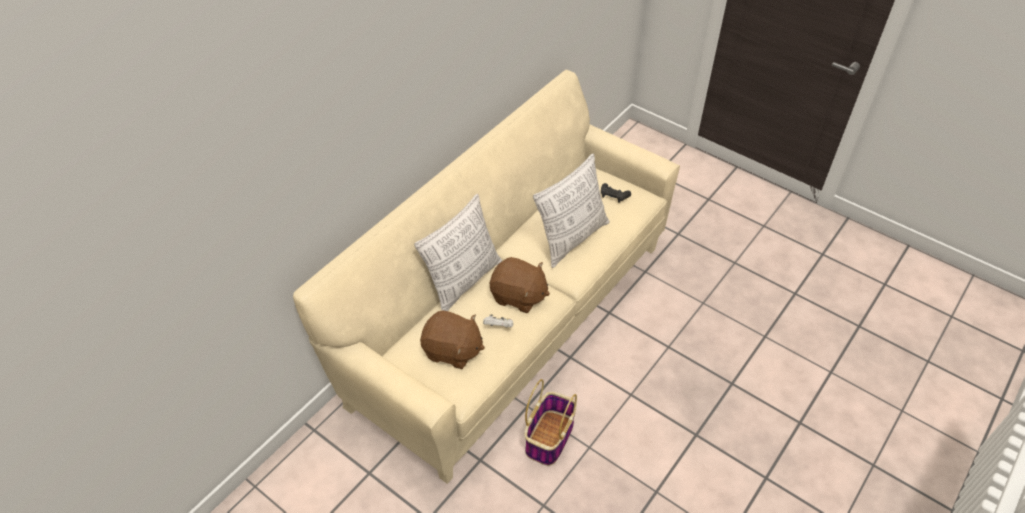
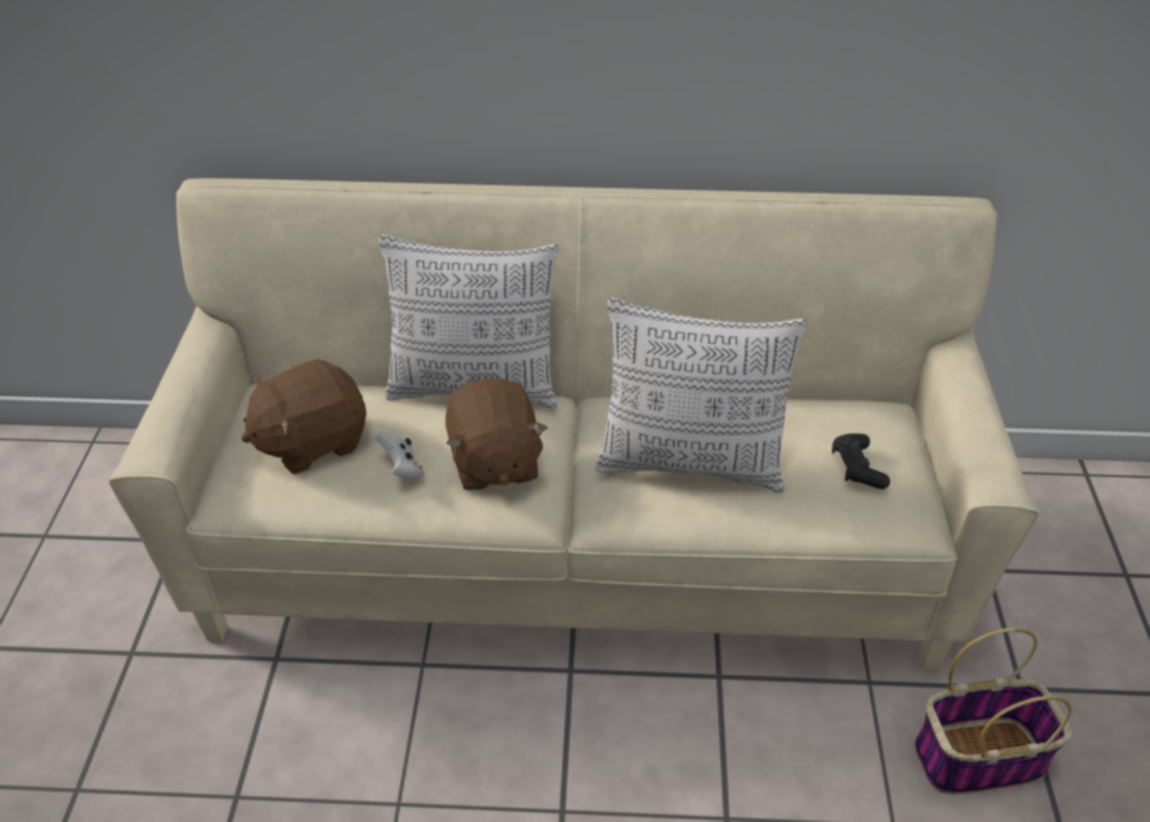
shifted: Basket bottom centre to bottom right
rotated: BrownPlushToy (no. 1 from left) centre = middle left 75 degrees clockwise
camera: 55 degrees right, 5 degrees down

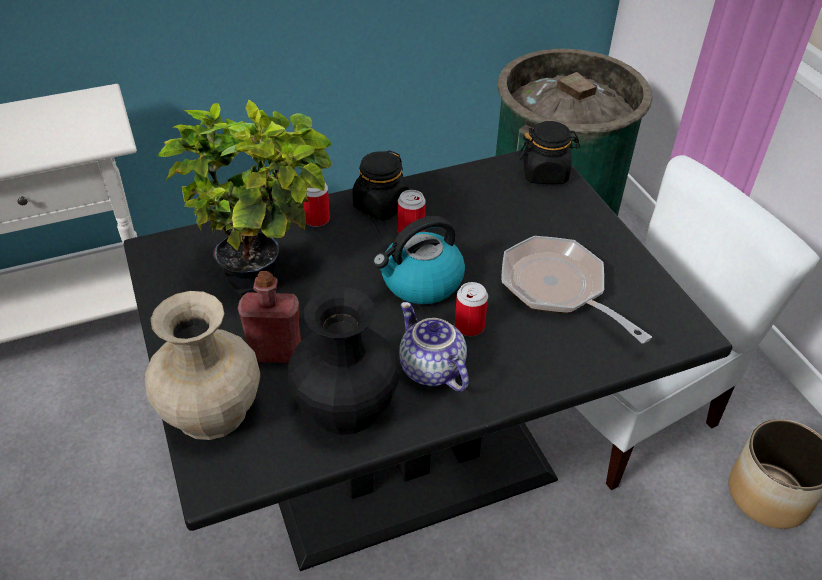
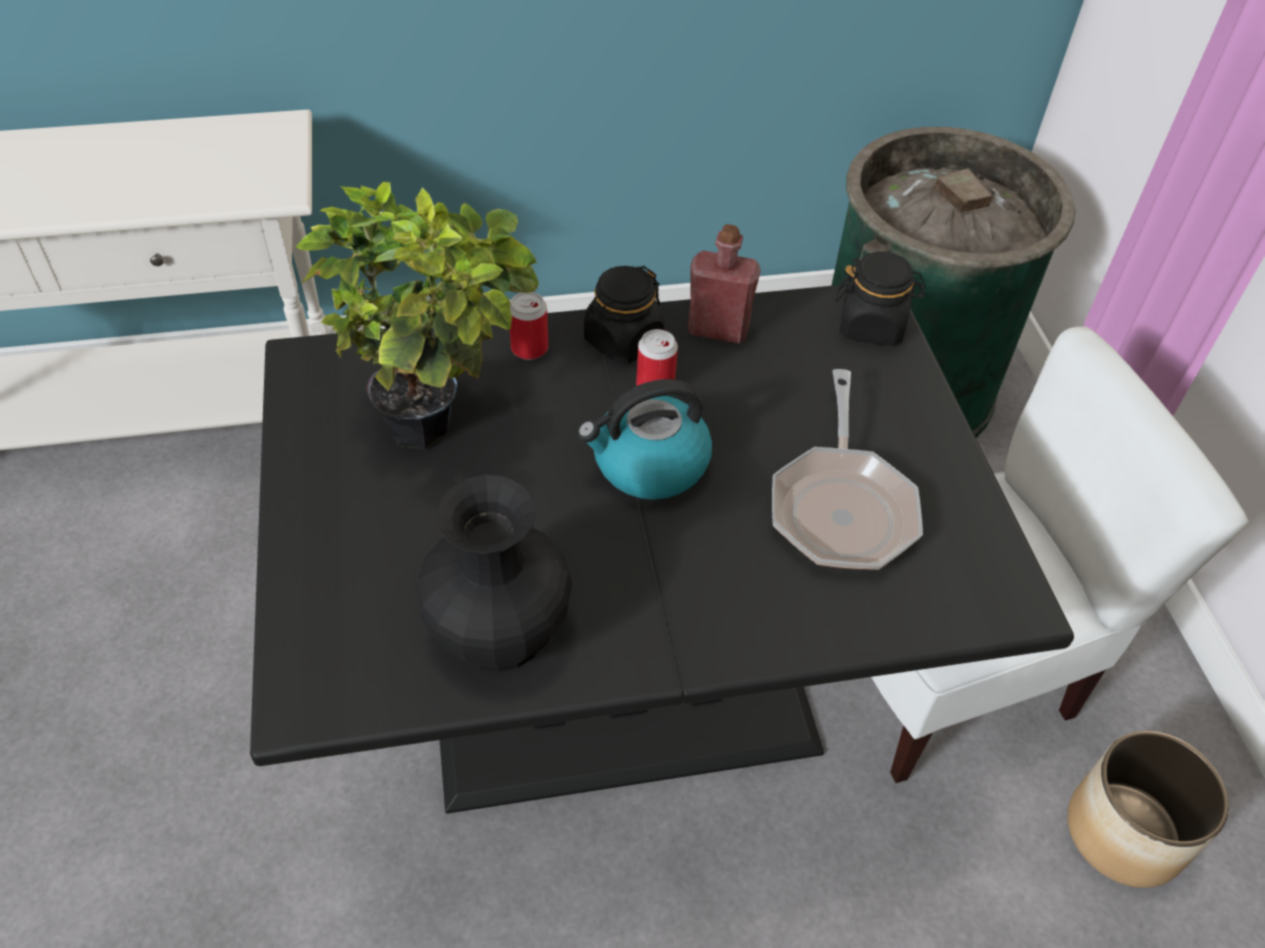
gone: BeigeVase middle left; Teapot centre; Can (no. 3 from left) centre
shifted: RedBottle middle left to top centre
rotated: FryingPan middle right = middle right 150 degrees counterclockwise
camera: 10 degrees right, 5 degrees up

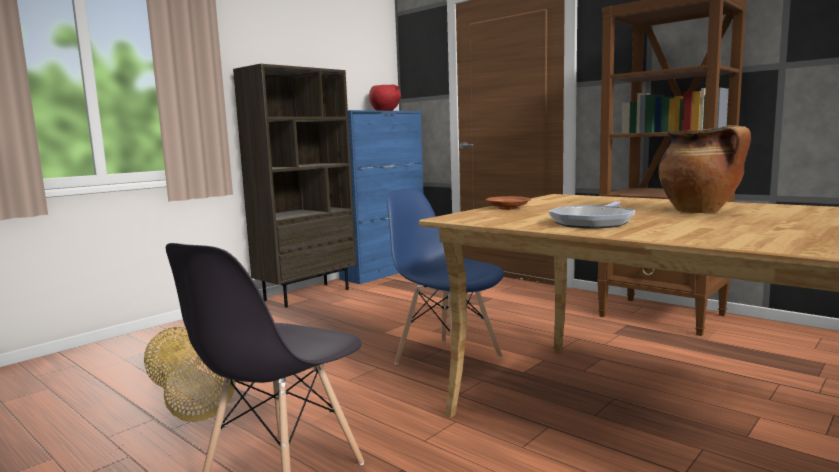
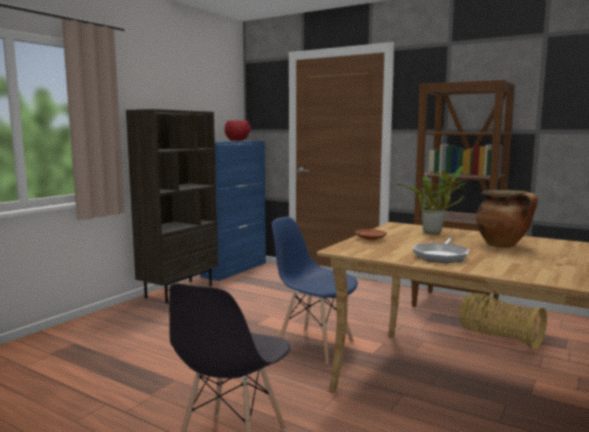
new: PottedPlant middle right
shifted: Basket bottom left to bottom right
camera: 10 degrees left, 0 degrees up

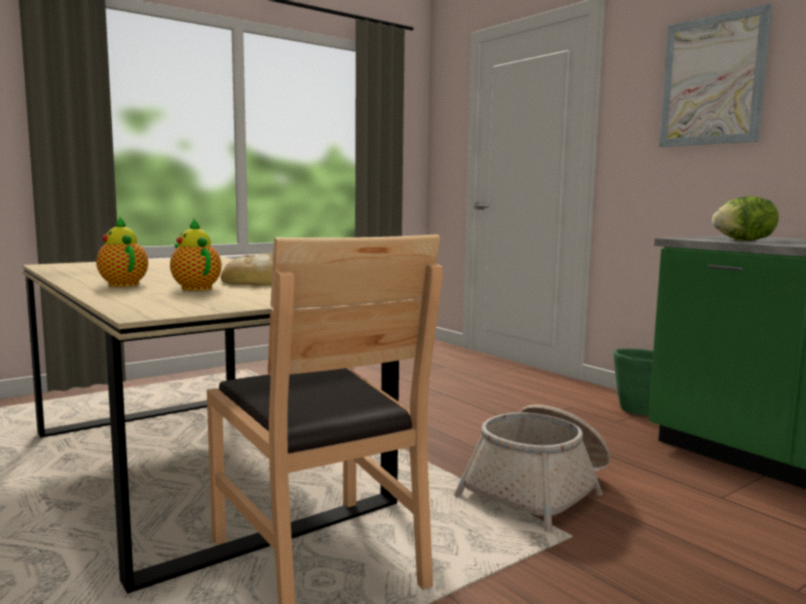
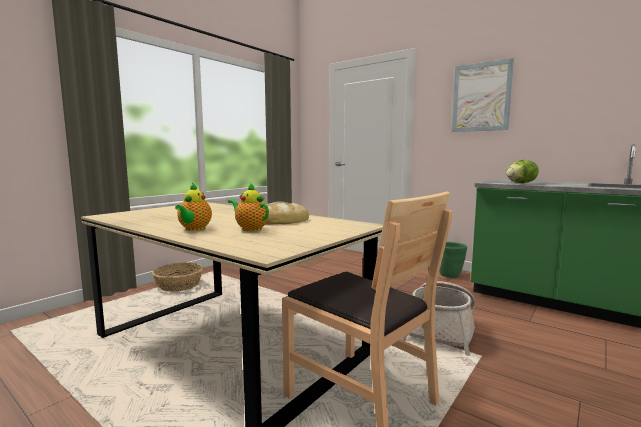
new: Basket (no. 1 from left) middle left
rotated: Teapot (no. 1 from left) middle left = middle left 120 degrees counterclockwise
camera: 15 degrees left, 0 degrees up

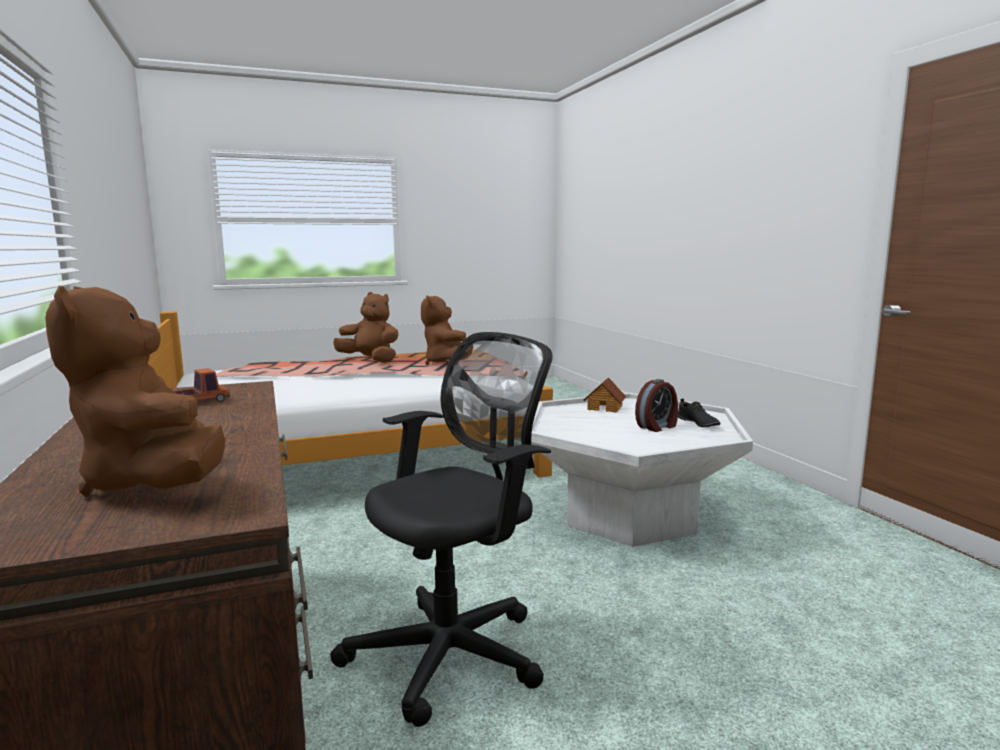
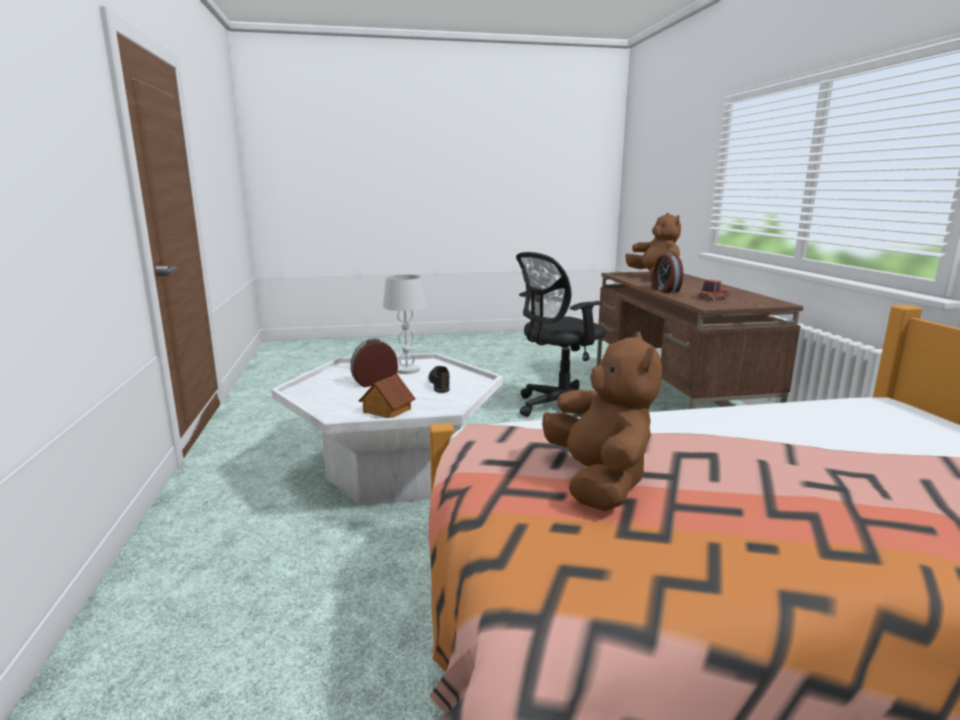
gone: BrownPlushToy (no. 2 from left) centre
new: WhiteTableLamp centre; AlarmClock (no. 2 from left) middle right
shifted: BlackShoe middle right to centre
camera: 170 degrees left, 5 degrees up

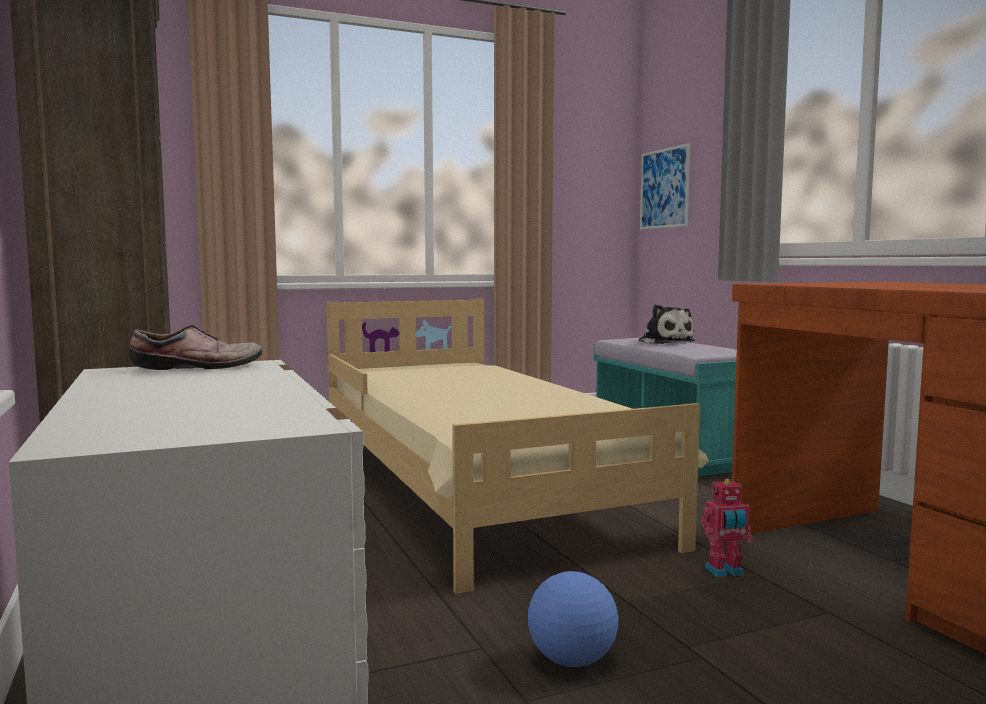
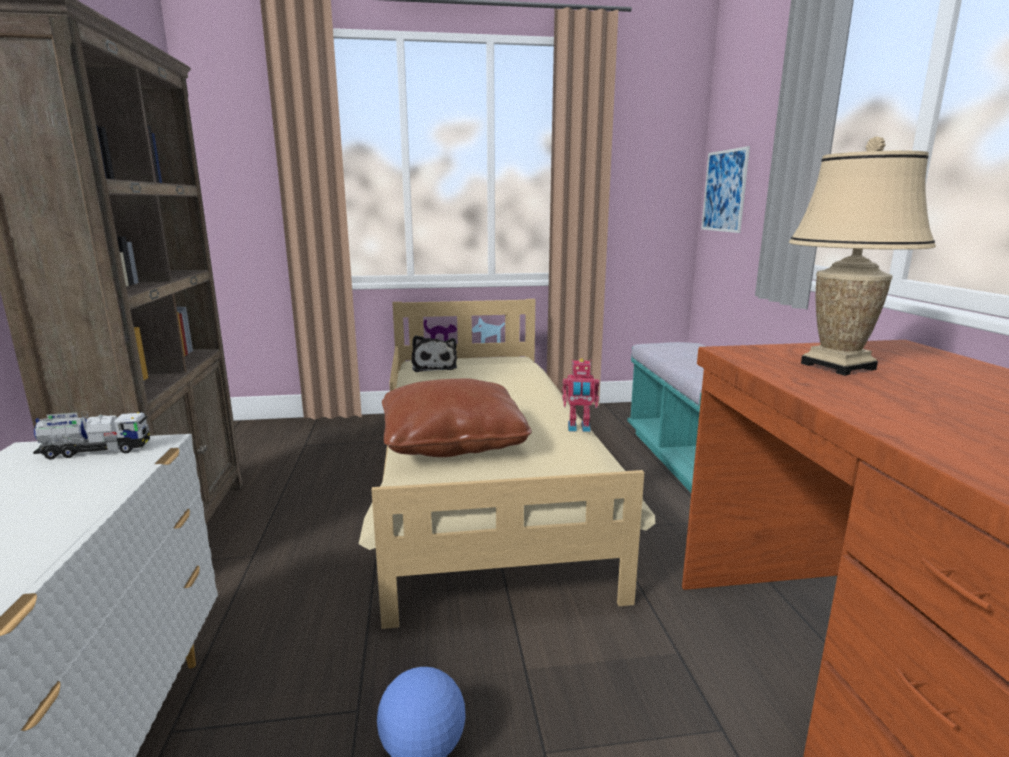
new: BrownPillow centre; BeigeTableLamp middle right
shifted: PlushToy middle right to centre; ToyRobot bottom right to centre
swapped: Shoe middle left to ToyTruck middle left
camera: 15 degrees right, 10 degrees up

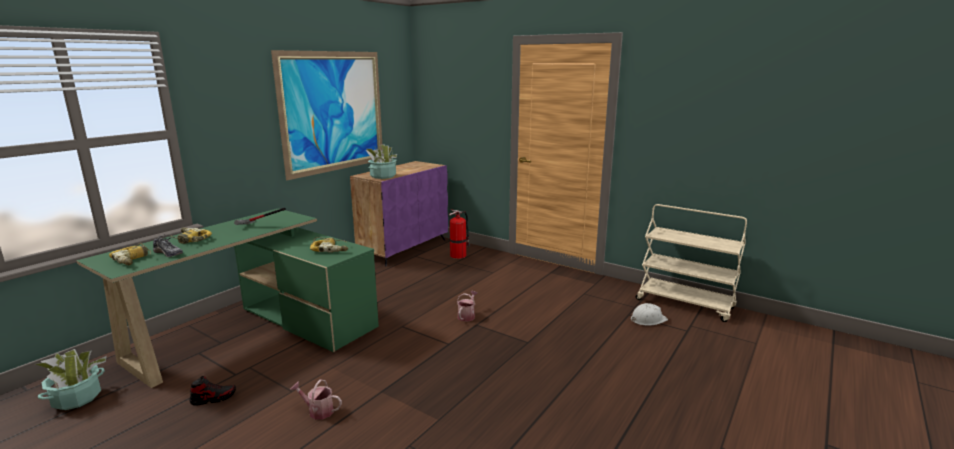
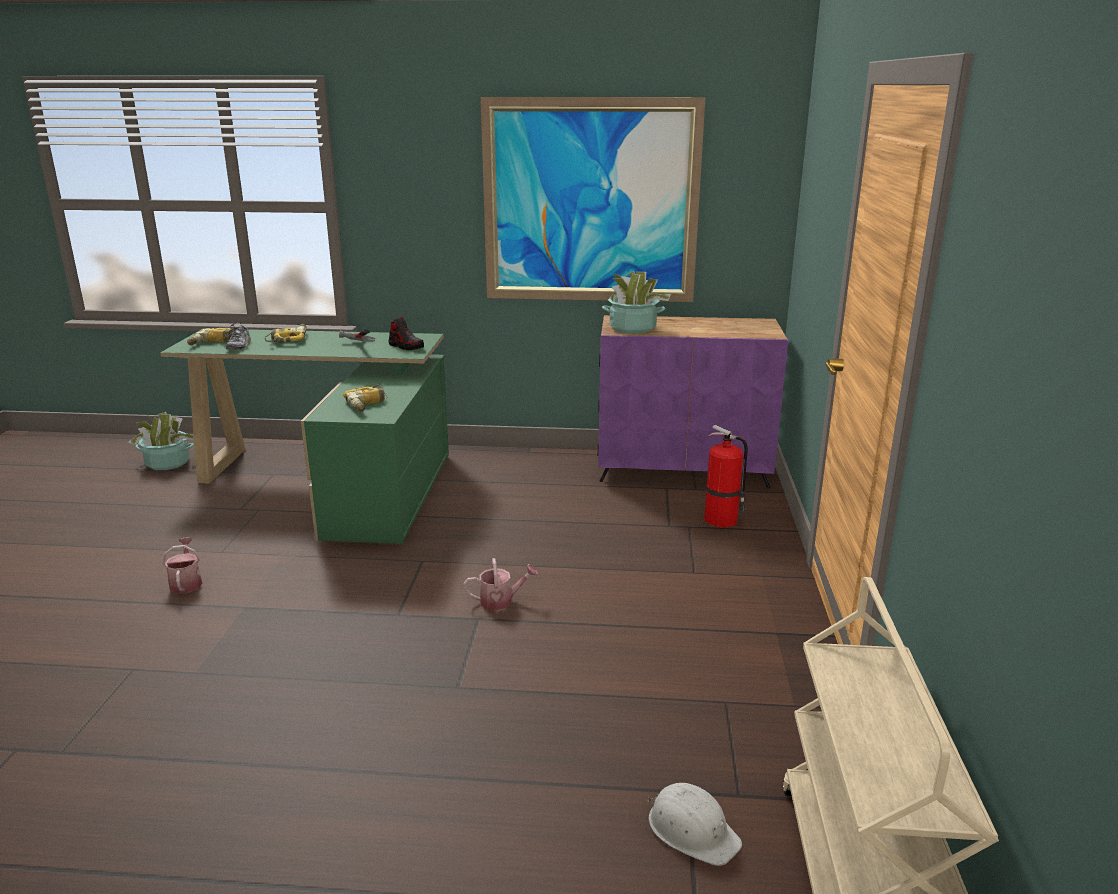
shifted: Shoe (no. 2 from left) bottom left to centre
camera: 60 degrees right, 5 degrees up

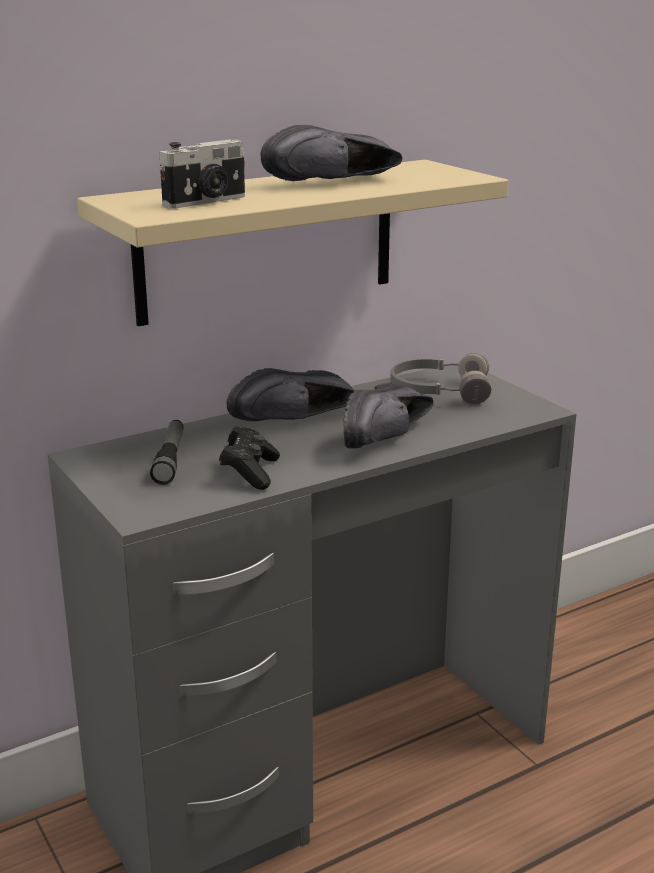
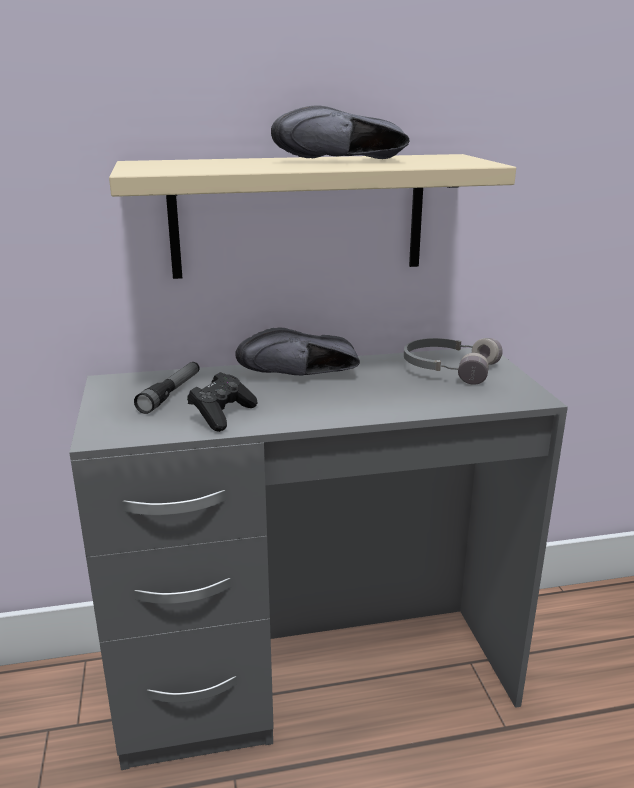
gone: PhotoCamera top left; BlackShoe (no. 3 from left) centre
camera: 20 degrees right, 0 degrees up

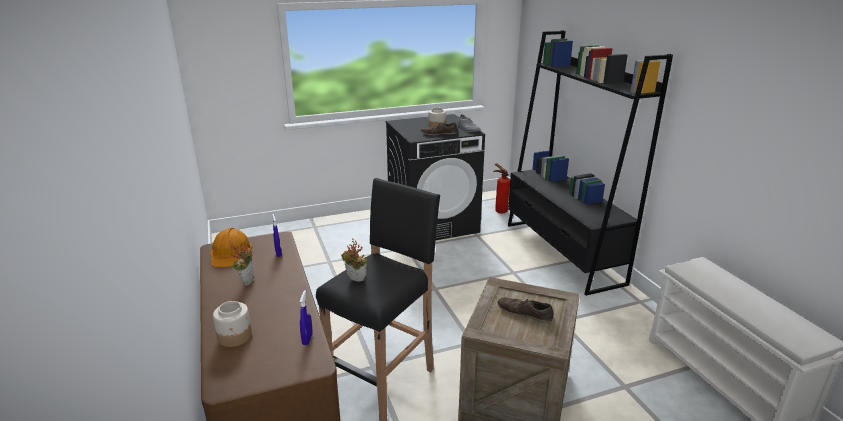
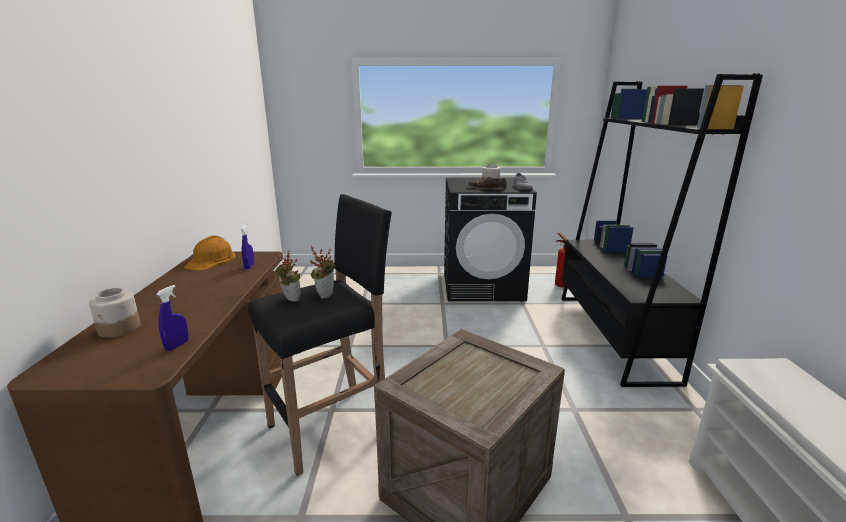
gone: BrownShoe (no. 2 from left) bottom centre
shifted: PottedPlant (no. 1 from left in the first image) middle left to PottedPlant (no. 2 from left) centre
camera: 20 degrees right, 5 degrees down

